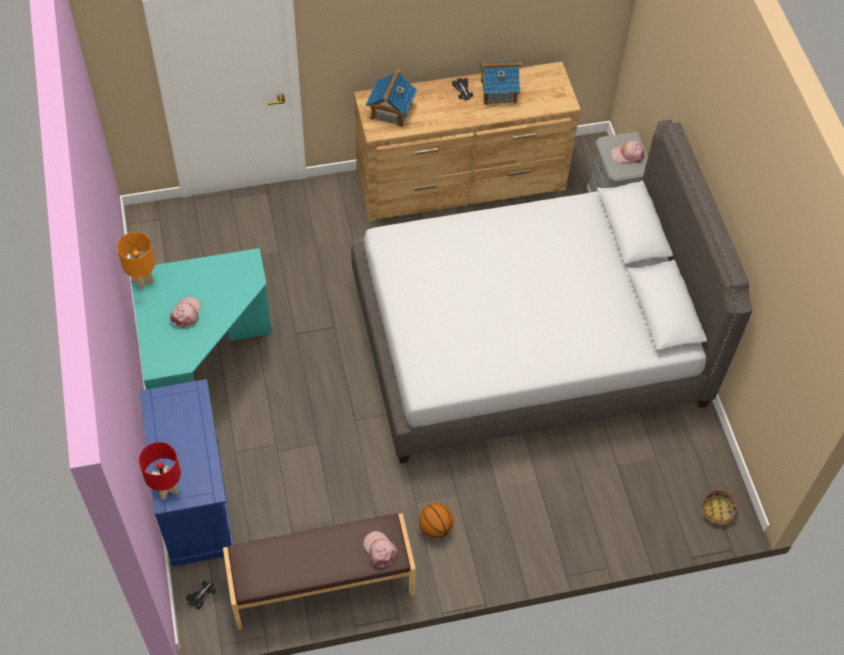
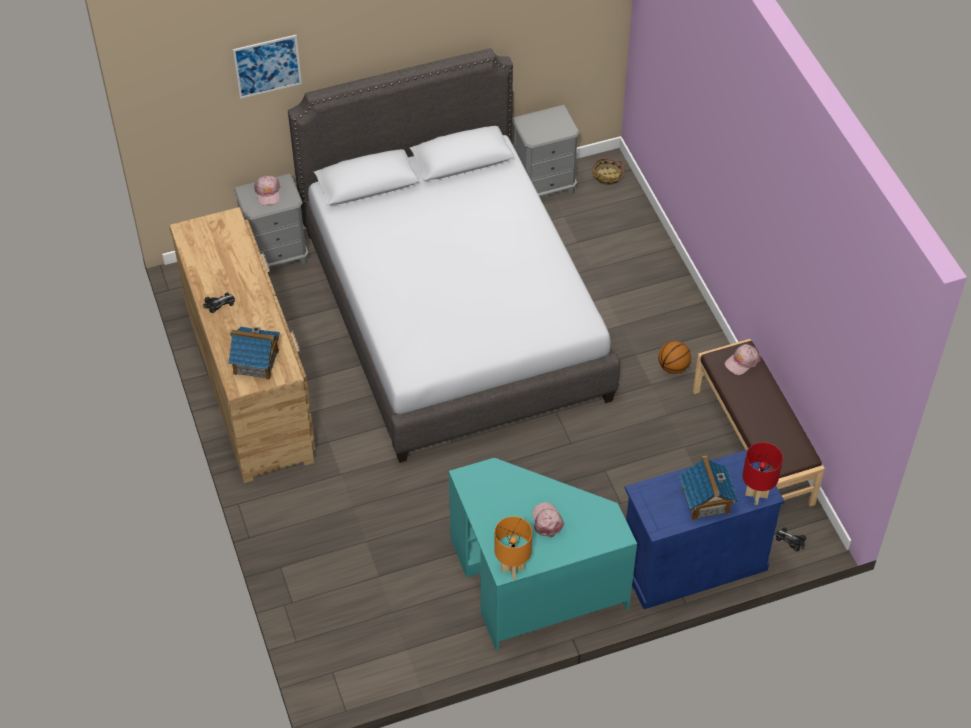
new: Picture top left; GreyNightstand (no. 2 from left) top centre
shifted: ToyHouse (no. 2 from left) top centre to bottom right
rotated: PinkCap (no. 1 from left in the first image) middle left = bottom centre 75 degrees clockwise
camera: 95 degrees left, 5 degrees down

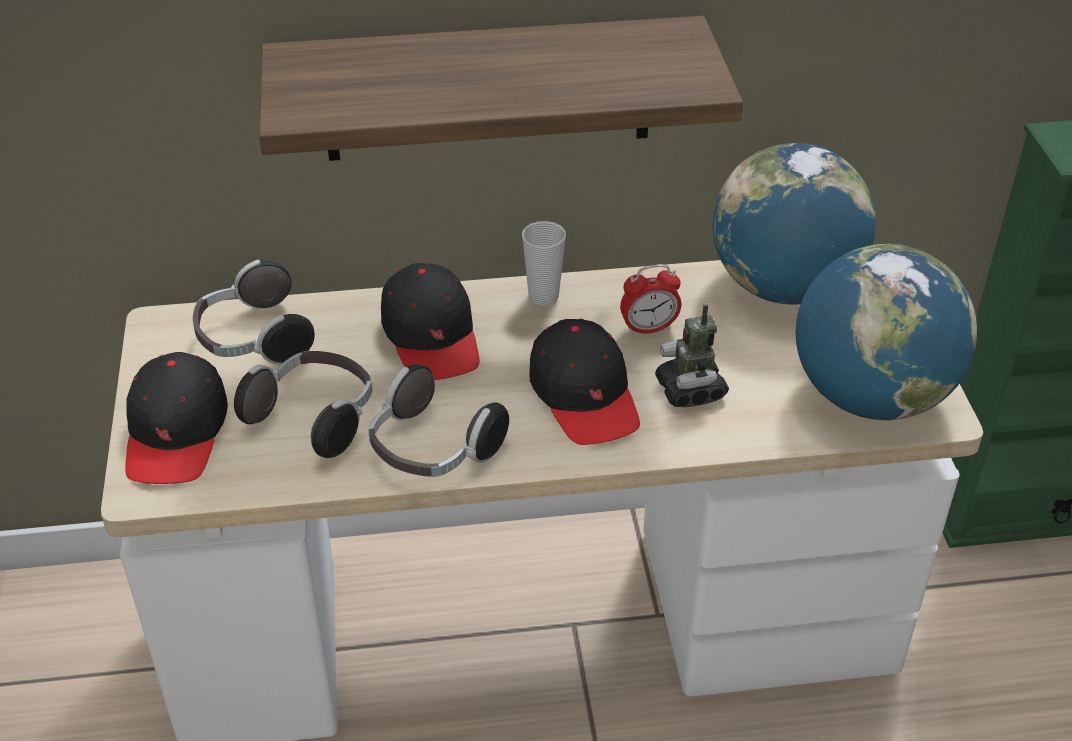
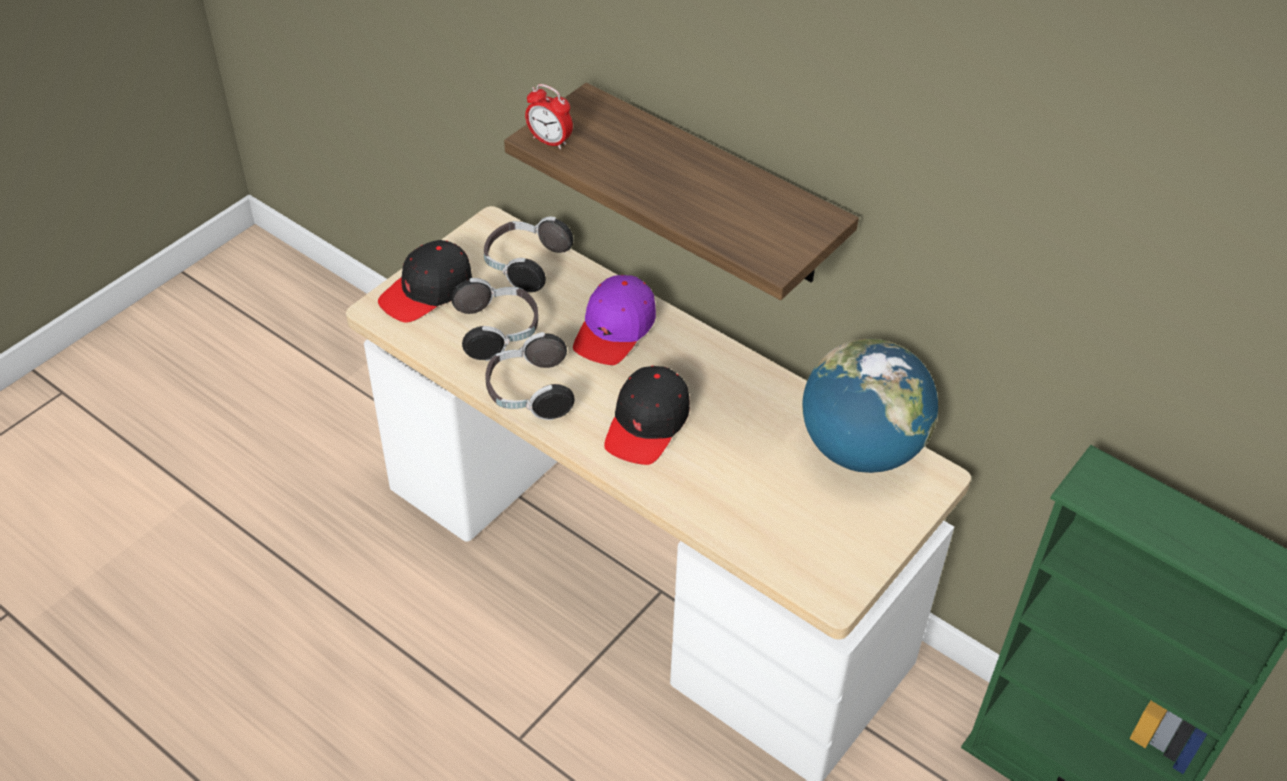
gone: Cup centre; ToyRobot centre; Globe (no. 2 from left) middle right
shifted: AlarmClock centre to top centre
repainted: BlackCap (no. 2 from left) centre to PurpleCap centre
camera: 45 degrees right, 5 degrees up

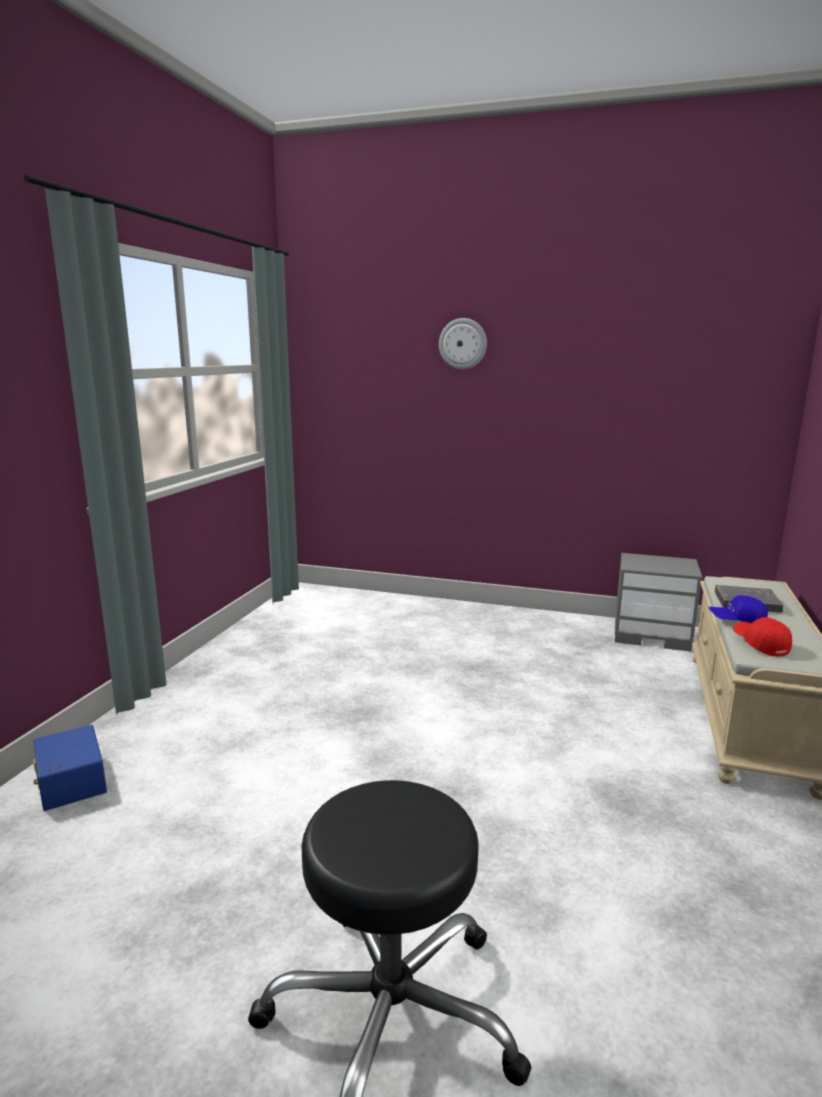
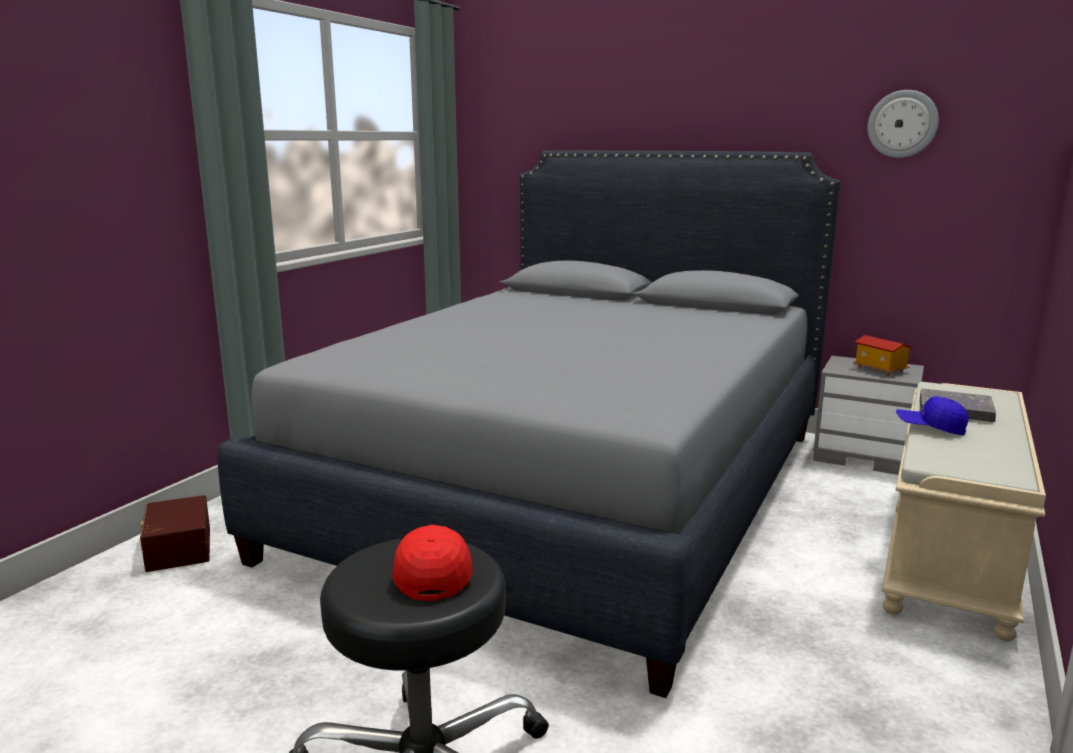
new: GreyBed centre; ToyHouse middle right
shifted: RedCap middle right to bottom centre; WallClock top centre to top right
repainted: BlueStorageBox bottom left to BrownStorageBox bottom left
camera: 10 degrees right, 0 degrees up

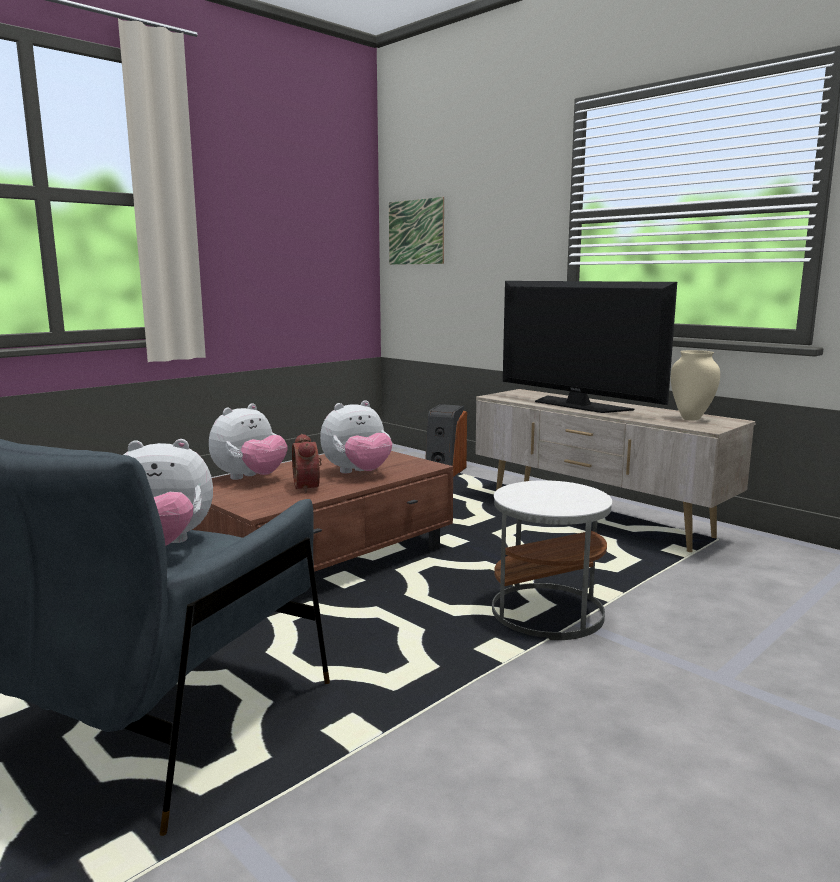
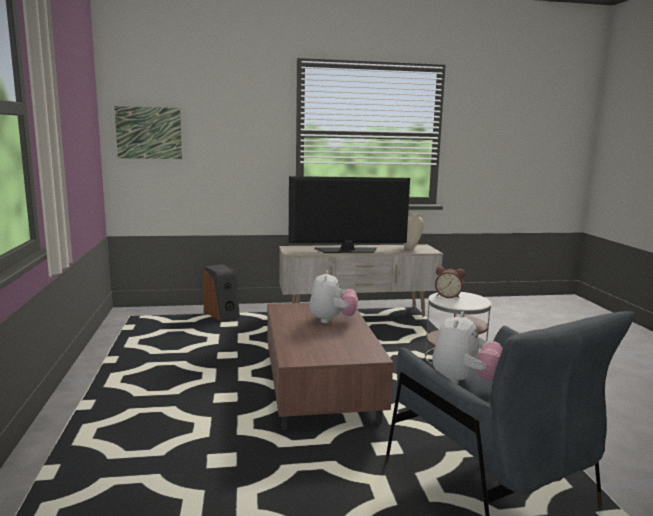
gone: PlushToy (no. 2 from left) middle left
shifted: AlarmClock centre to middle right
camera: 55 degrees left, 0 degrees up

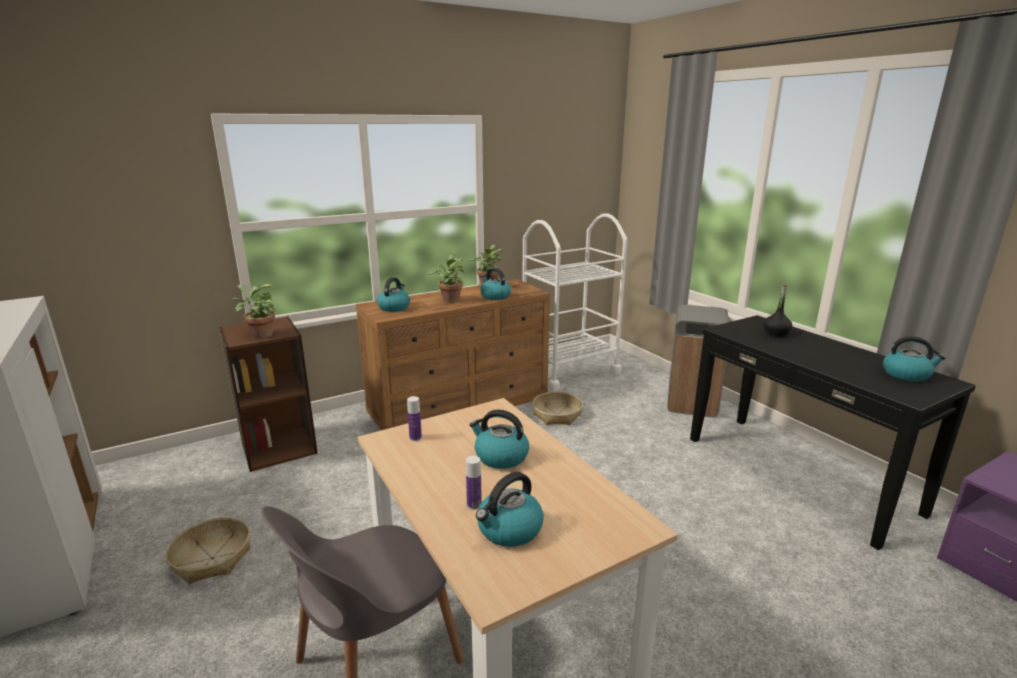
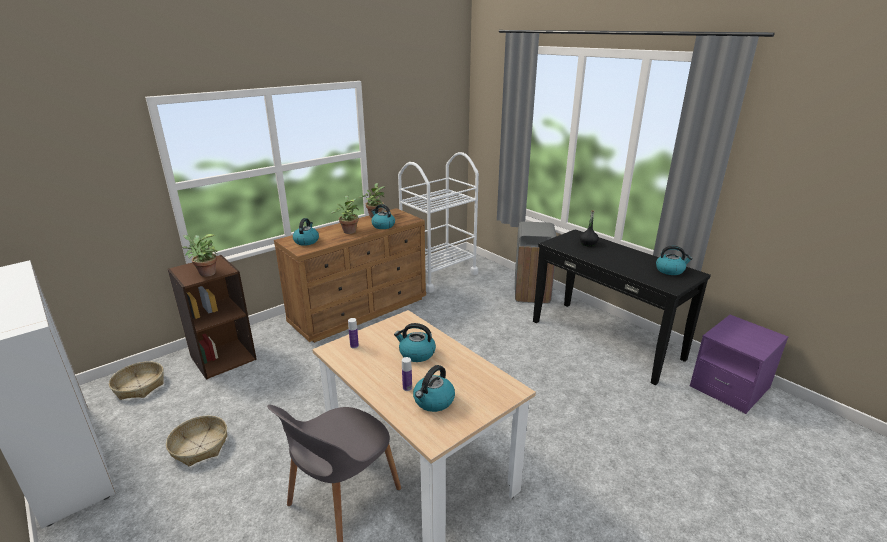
shifted: Basket (no. 2 from left in the first image) centre to Basket (no. 1 from left) bottom left
camera: 10 degrees left, 5 degrees up

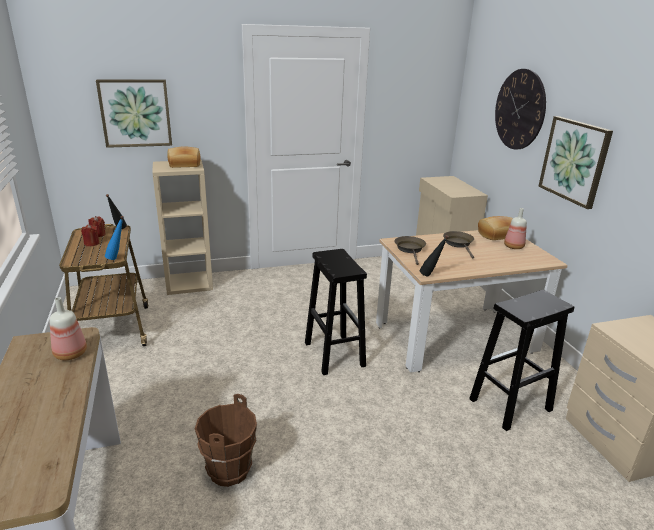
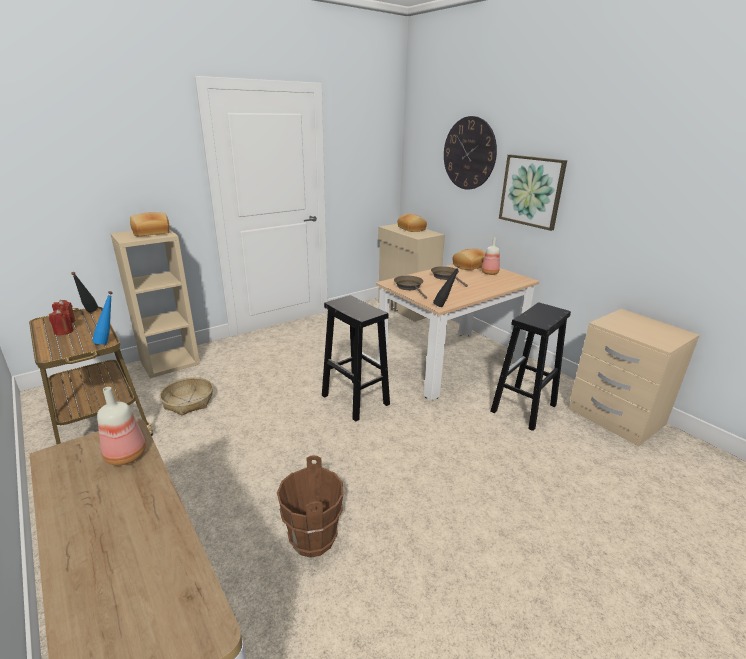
gone: Picture (no. 1 from left) top left
new: Basket middle left; Bread (no. 2 from left) centre
camera: 20 degrees left, 0 degrees up

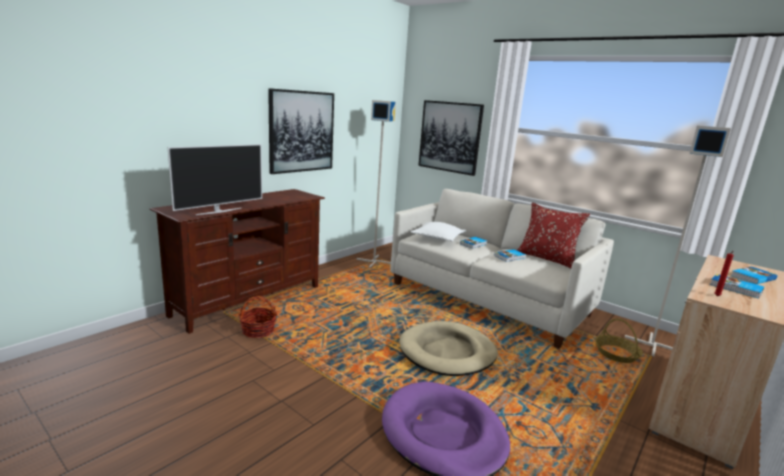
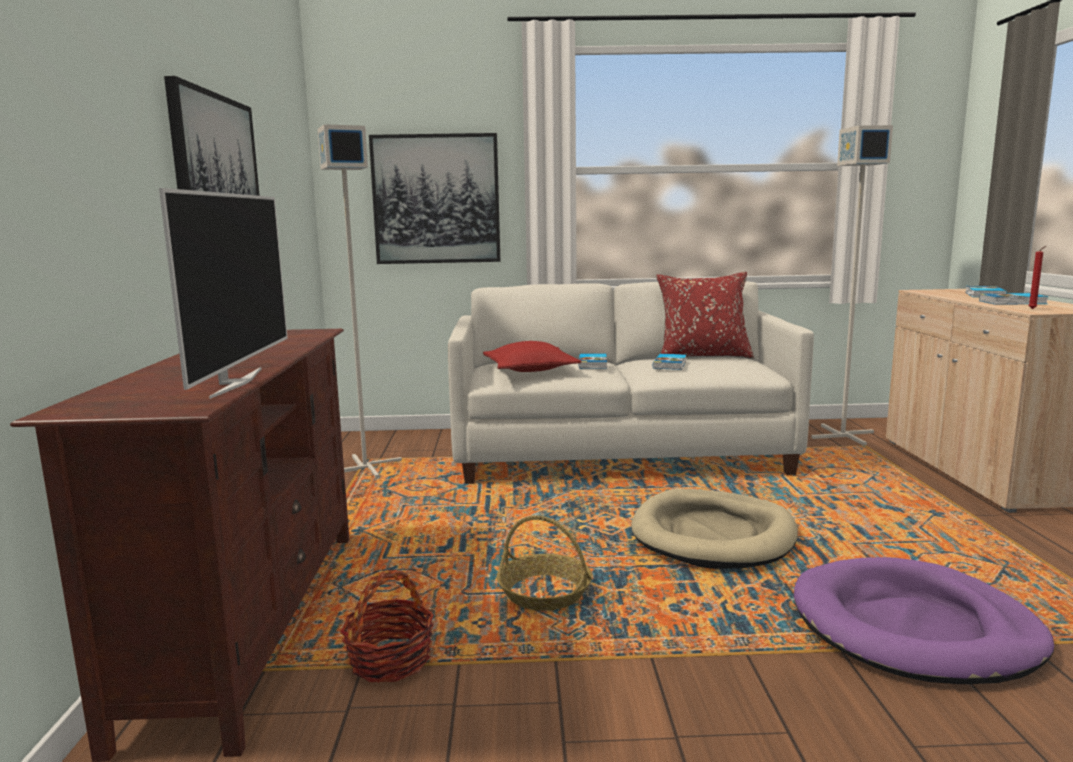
shifted: Basket (no. 2 from left) bottom right to bottom centre
repainted: WhitePillow centre to RedPillow (no. 1 from left) centre
camera: 40 degrees left, 5 degrees down

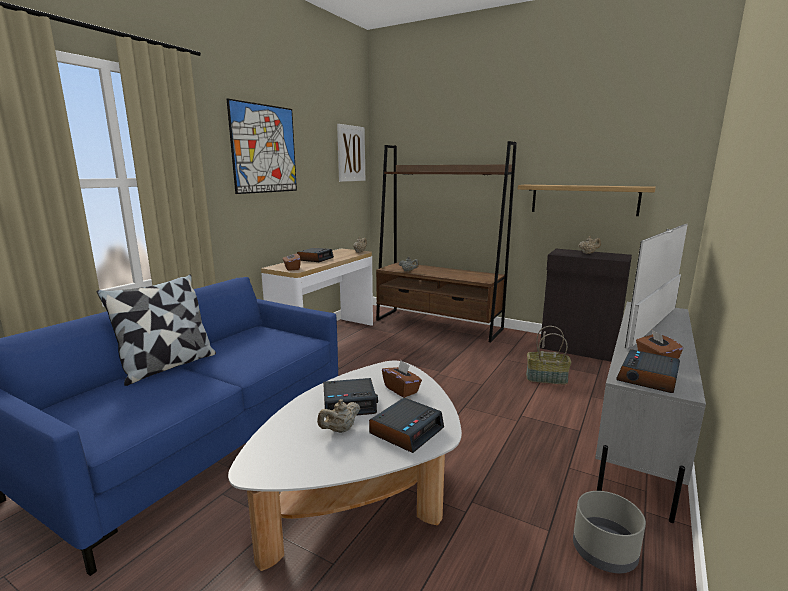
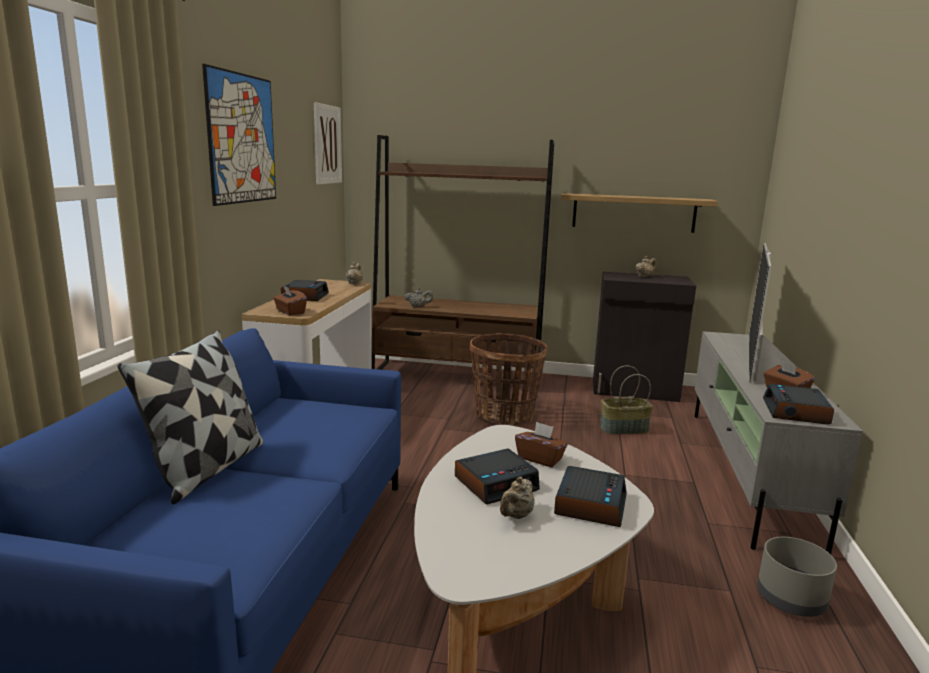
new: Basket (no. 1 from left) centre
camera: 20 degrees left, 0 degrees up

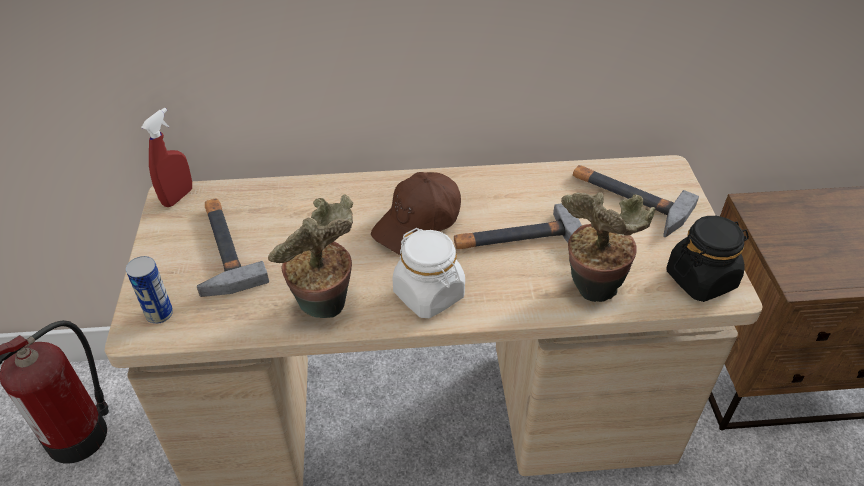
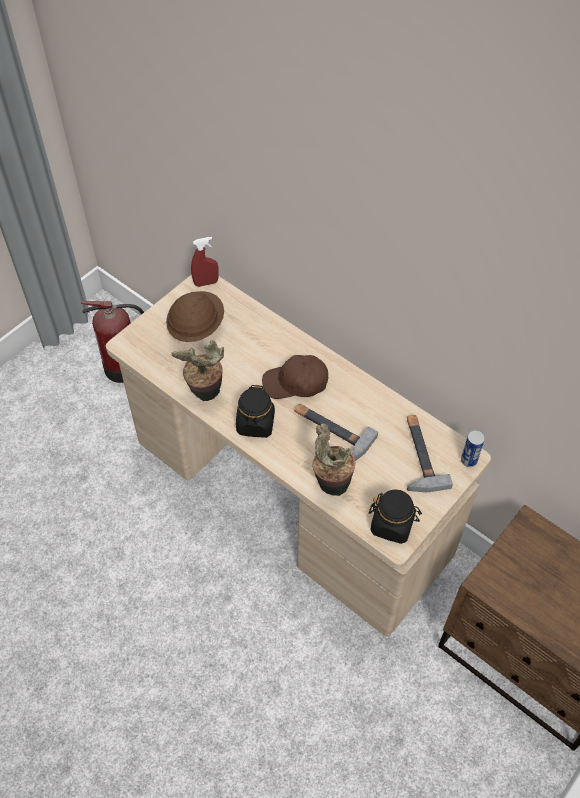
shifted: Can middle left to middle right
swapped: Hammer (no. 1 from left) middle left to BrownHardHat centre
repainted: WhiteJar centre to BlackJar (no. 1 from left) centre
camera: 45 degrees right, 10 degrees up

